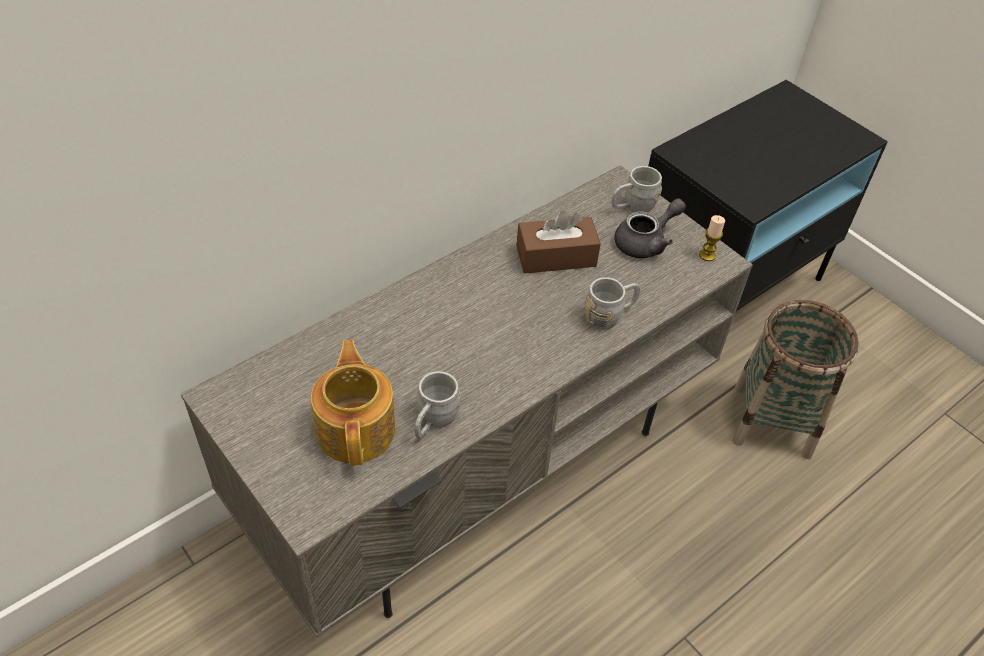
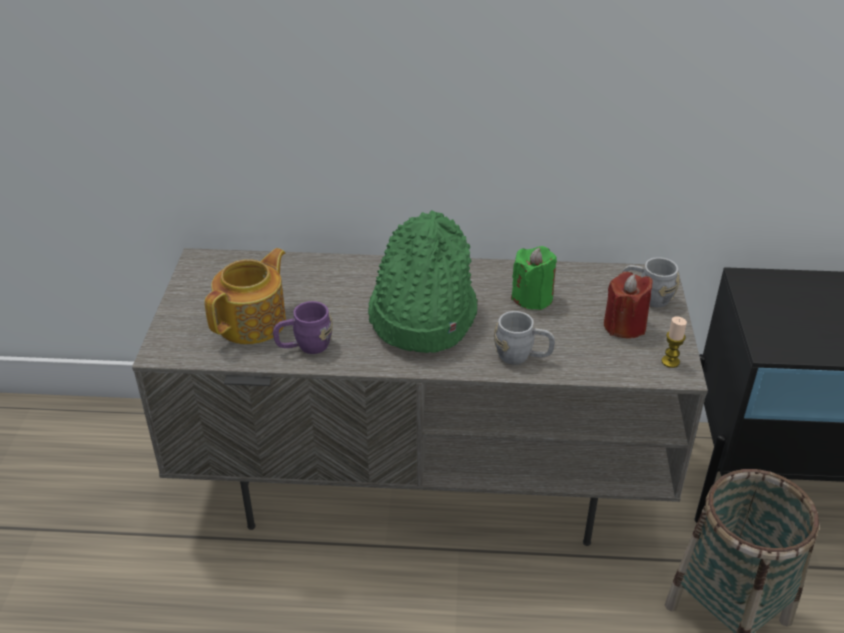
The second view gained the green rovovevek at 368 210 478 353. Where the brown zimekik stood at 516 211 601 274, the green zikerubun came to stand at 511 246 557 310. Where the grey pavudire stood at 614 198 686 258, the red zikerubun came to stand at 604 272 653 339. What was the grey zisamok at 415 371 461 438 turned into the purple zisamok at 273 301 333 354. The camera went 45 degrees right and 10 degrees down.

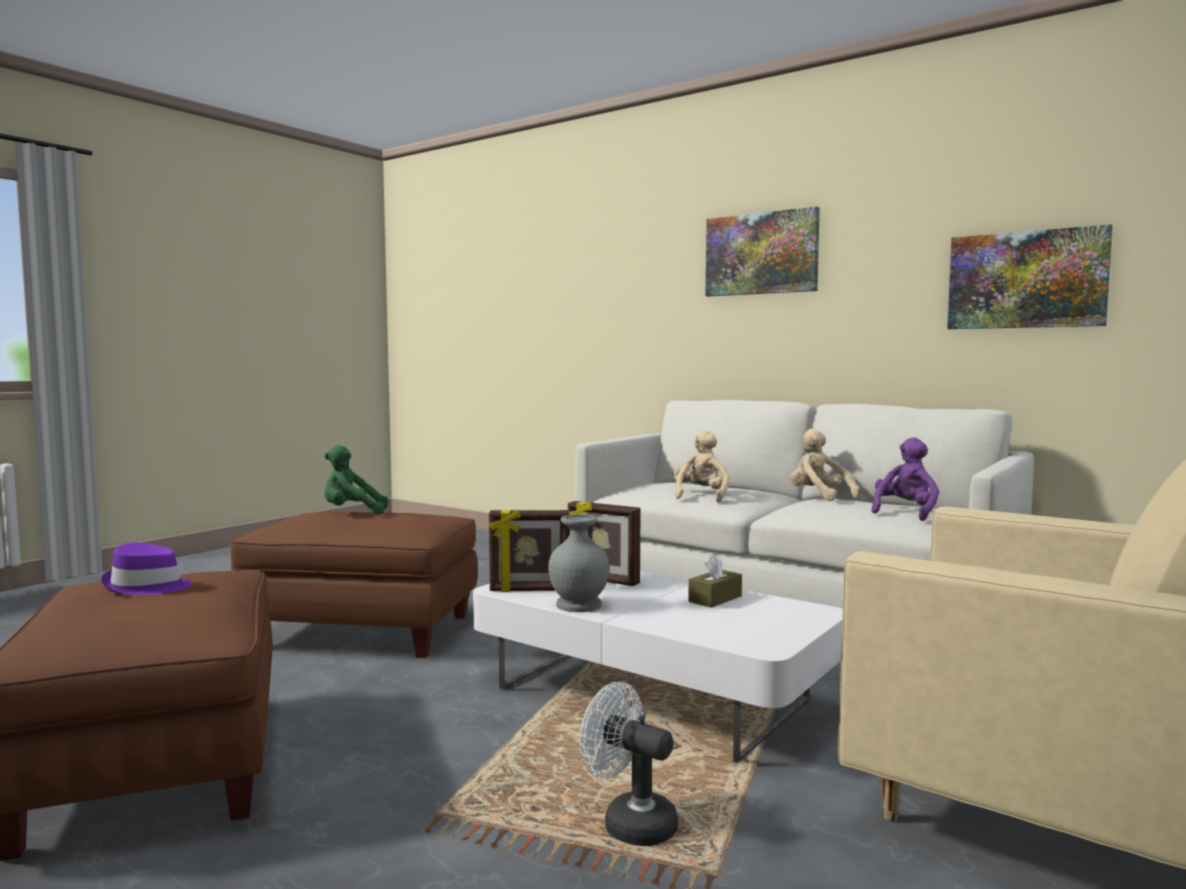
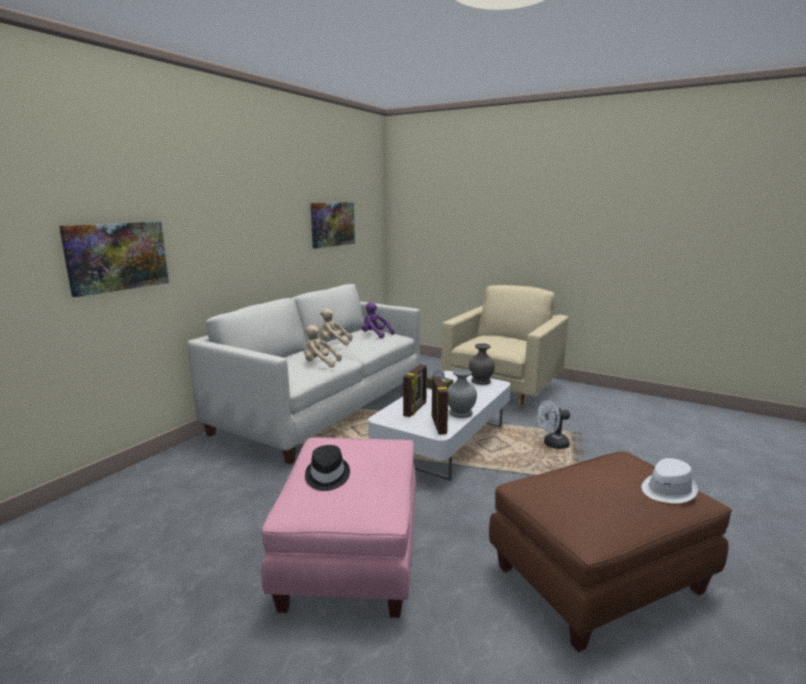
The second view lost the purple rovovevek at 101 542 192 595. The second view gained the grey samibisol at 469 343 495 385. The second view gained the white rovovevek at 642 458 698 503. The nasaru ended up elsewhere, having gone from 706 207 820 296 to 59 222 169 297. Where the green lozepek stood at 324 445 388 514, the black rovovevek came to stand at 305 445 350 491. What was the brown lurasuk at 230 512 478 658 turned into the pink lurasuk at 261 437 416 618. The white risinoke at 580 682 678 846 ended up facing another way, 45 degrees clockwise from before. The beige lozepek at 790 429 861 501 ended up facing another way, 45 degrees clockwise from before. The camera went 95 degrees left and 10 degrees up.

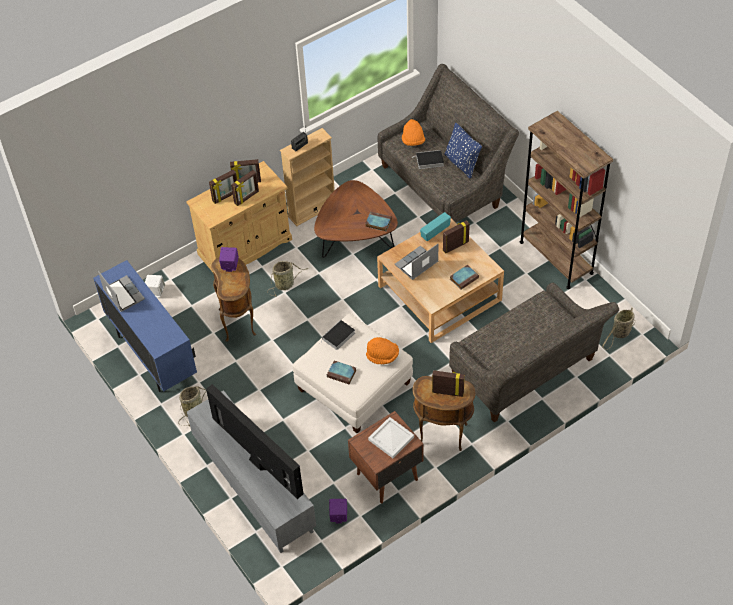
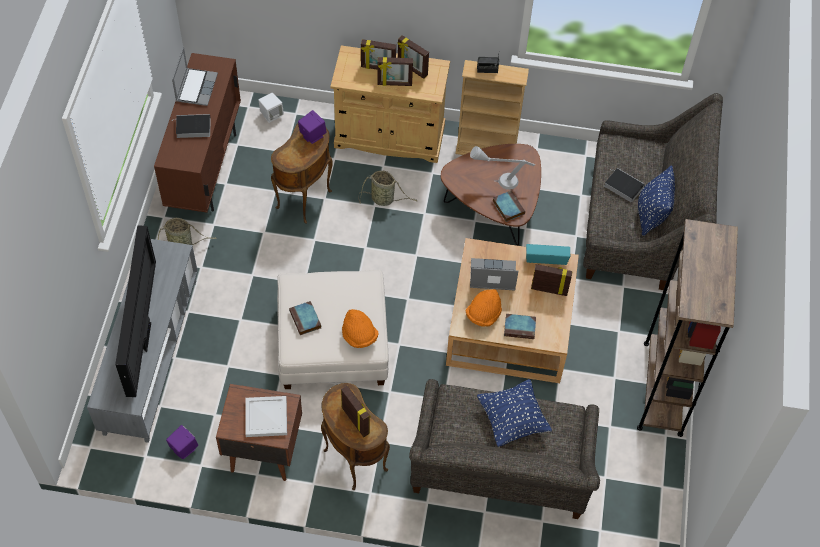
The second view lost the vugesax at 602 308 635 350. The second view gained the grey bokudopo at 470 146 535 190. The second view gained the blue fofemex at 477 379 552 447. The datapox ended up elsewhere, having gone from 320 320 355 350 to 172 114 211 138. The orange rovovevek ended up elsewhere, having gone from 402 119 425 146 to 466 289 502 327. What was the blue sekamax at 93 260 197 392 turned into the brown sekamax at 154 53 241 213. The camera went 40 degrees right and 5 degrees up.

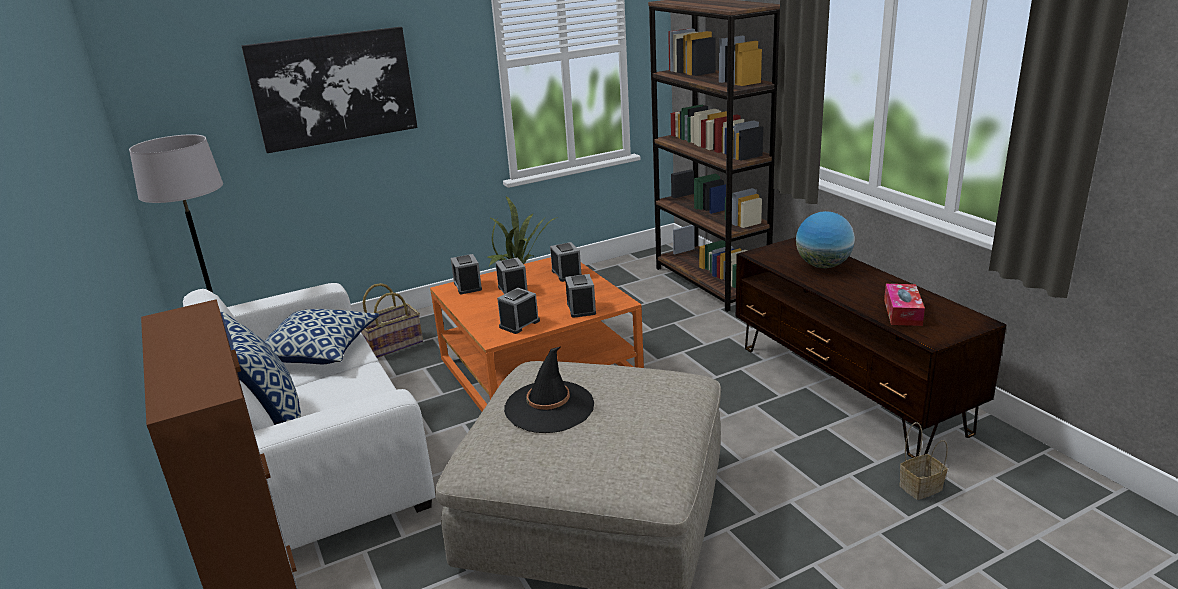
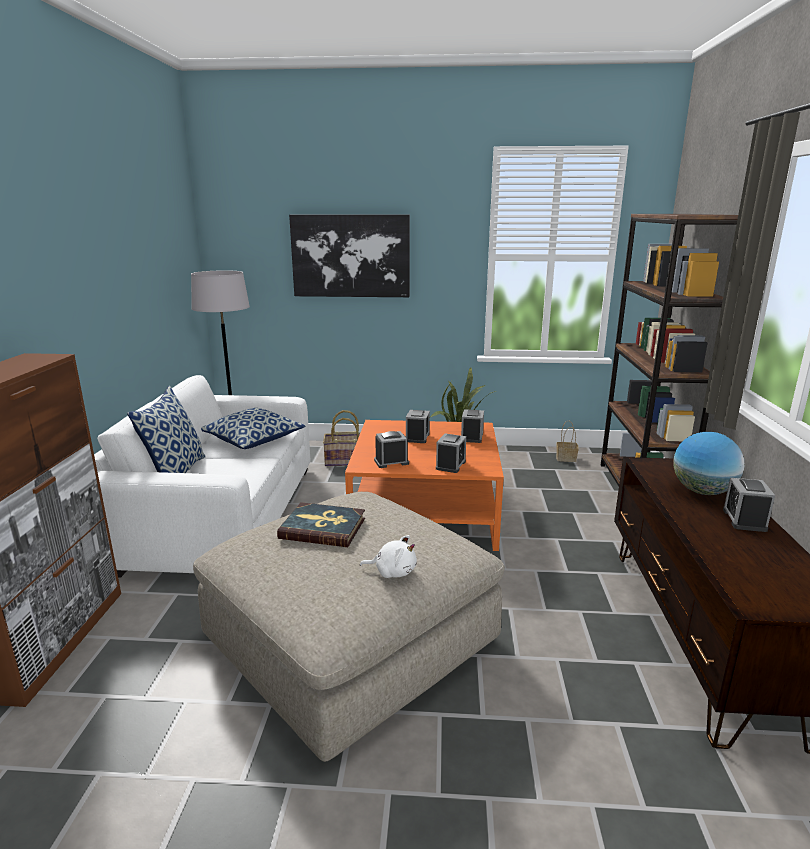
The second view lost the zimekik at 884 284 925 326. The second view gained the white lozepek at 360 535 417 578. The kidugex ended up elsewhere, having gone from 451 254 482 294 to 723 478 775 532. The vugesax ended up elsewhere, having gone from 899 422 948 500 to 556 421 579 462. Where the black rovovevek stood at 504 347 594 433, the datapox came to stand at 277 502 365 547. The camera went 30 degrees right and 5 degrees down.

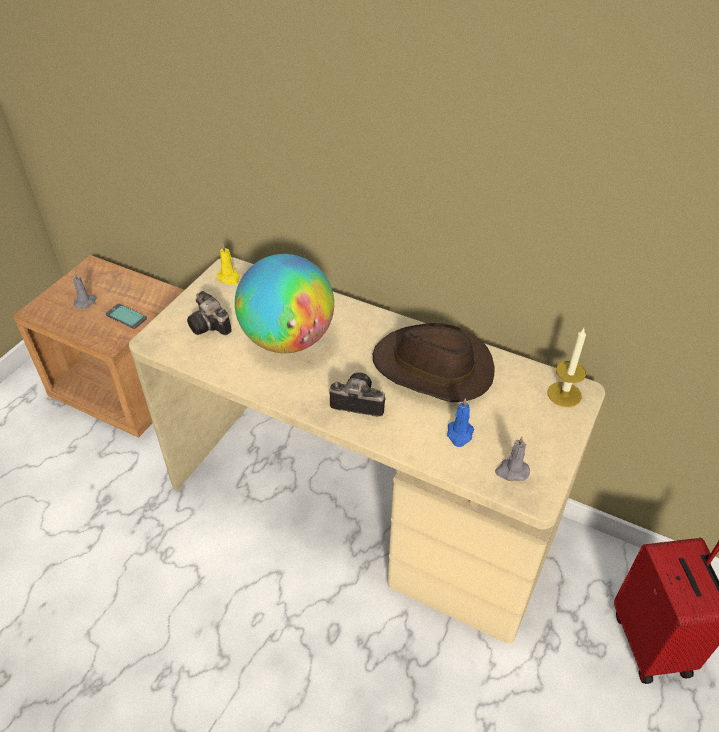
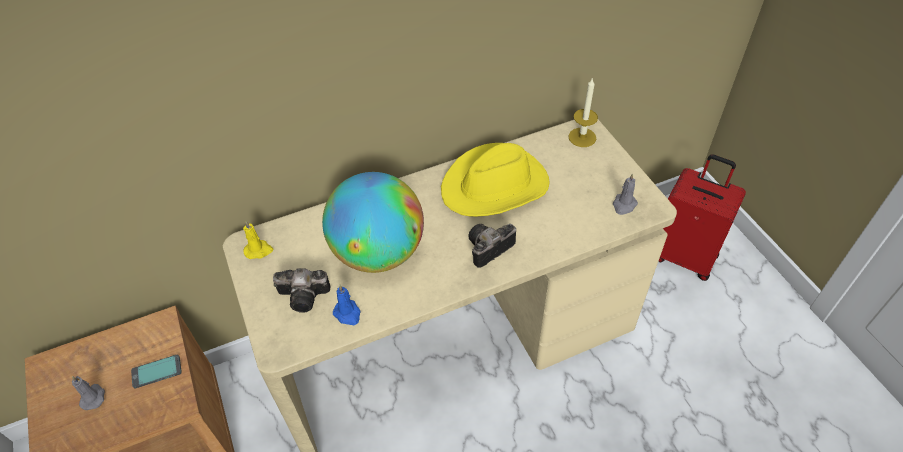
The blue zikerubun ended up elsewhere, having gone from 447 398 474 447 to 333 285 361 325. What was the brown rovovevek at 373 323 494 402 turned into the yellow rovovevek at 441 143 550 217. The camera went 50 degrees left and 5 degrees up.

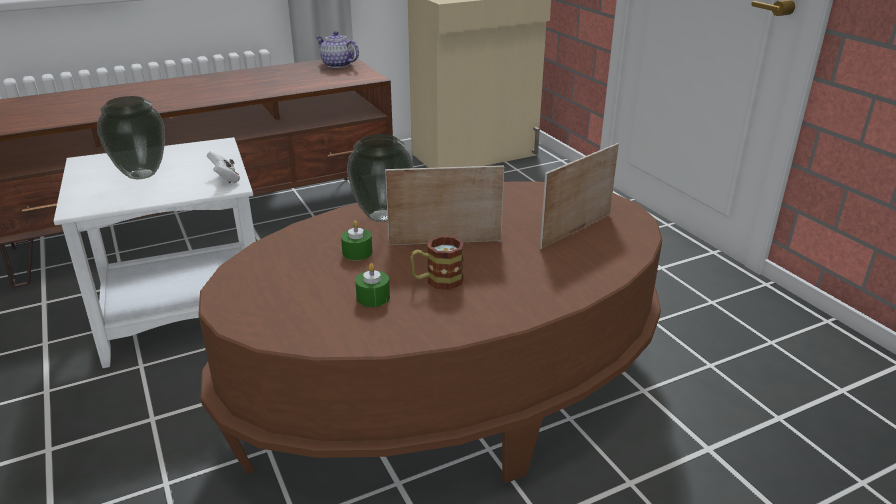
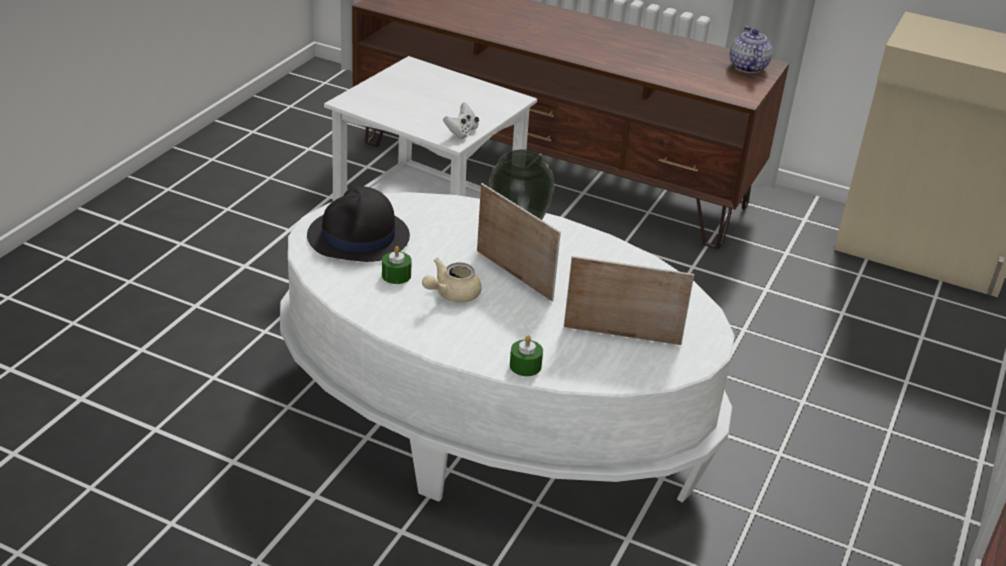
The second view lost the samibisol at 97 96 165 179. The second view gained the black rovovevek at 307 186 410 262. The green zikerubun ended up elsewhere, having gone from 341 221 372 260 to 510 335 543 376. Where the zisamok stood at 410 235 464 290, the beige pavudire came to stand at 422 258 482 303. What was the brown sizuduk at 198 181 662 483 turned into the white sizuduk at 280 192 735 502. The camera went 50 degrees right and 5 degrees up.

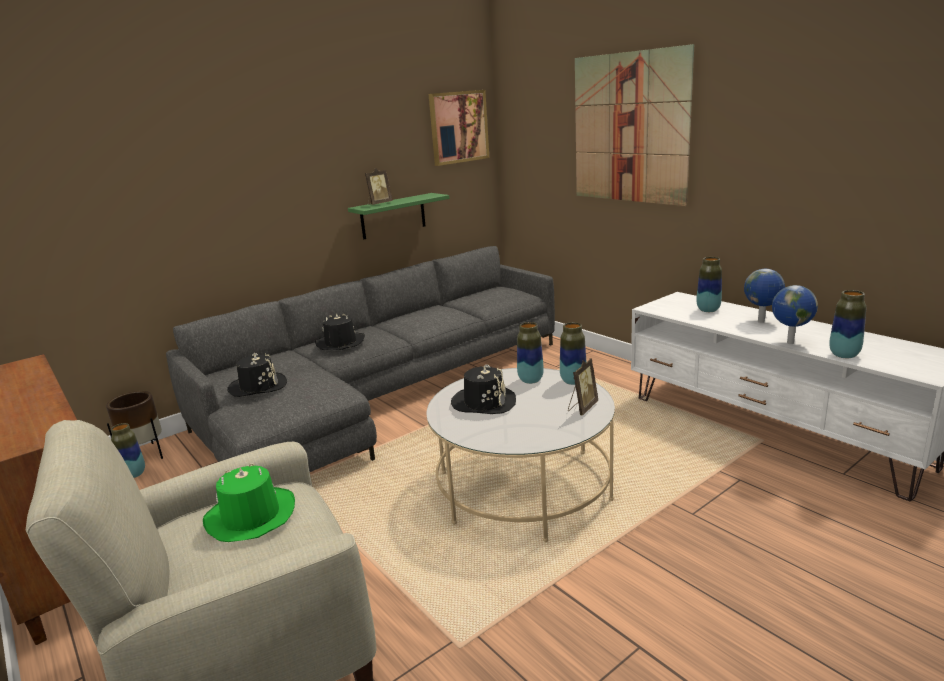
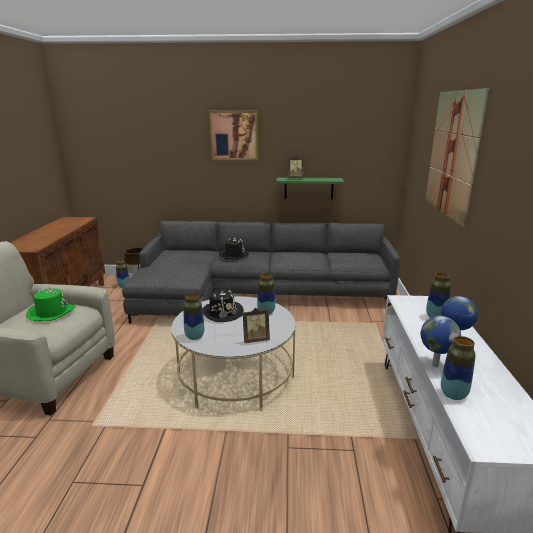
The second view lost the black rovovevek at 227 353 287 397. The nasaru ended up elsewhere, having gone from 429 90 489 166 to 209 111 258 160. The samibisol ended up elsewhere, having gone from 560 322 586 385 to 183 293 204 340. The camera went 40 degrees right and 0 degrees up.

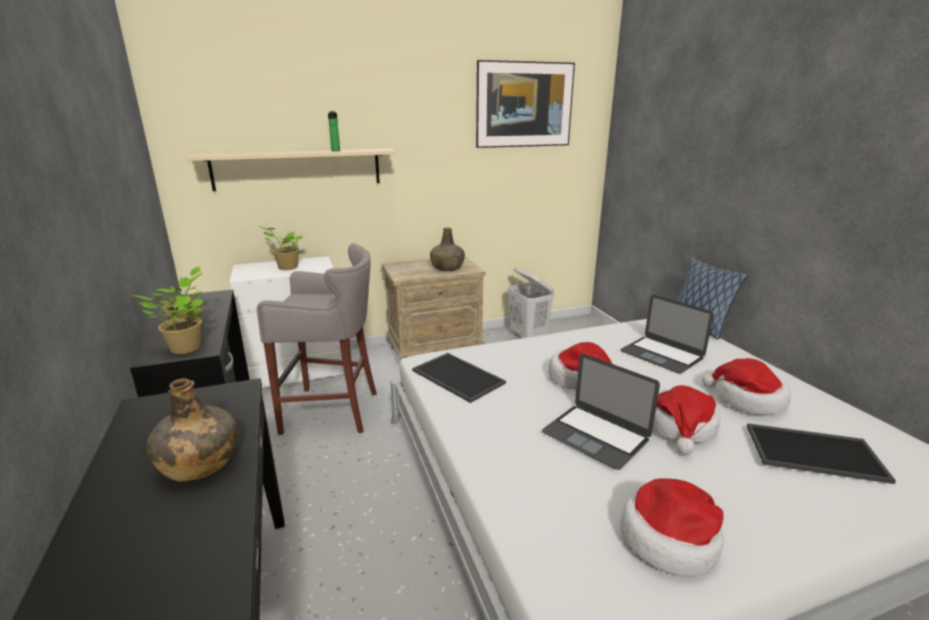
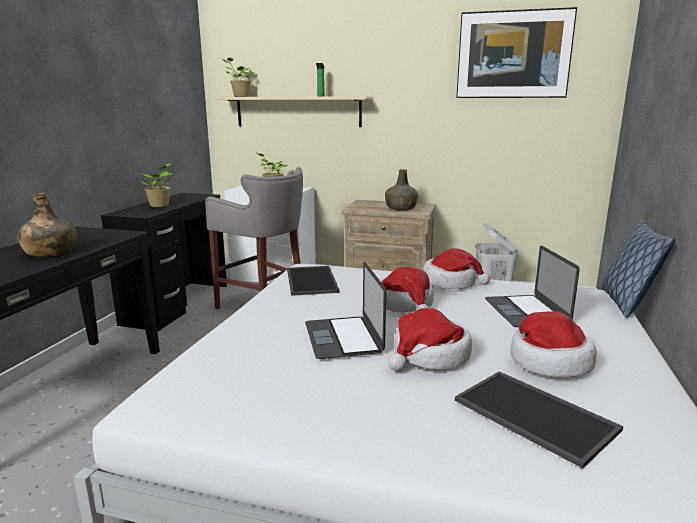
The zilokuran ended up elsewhere, having gone from 132 295 203 354 to 222 58 255 97. The rovovevek ended up elsewhere, having gone from 620 478 724 577 to 423 248 490 289. The camera went 35 degrees right and 5 degrees down.

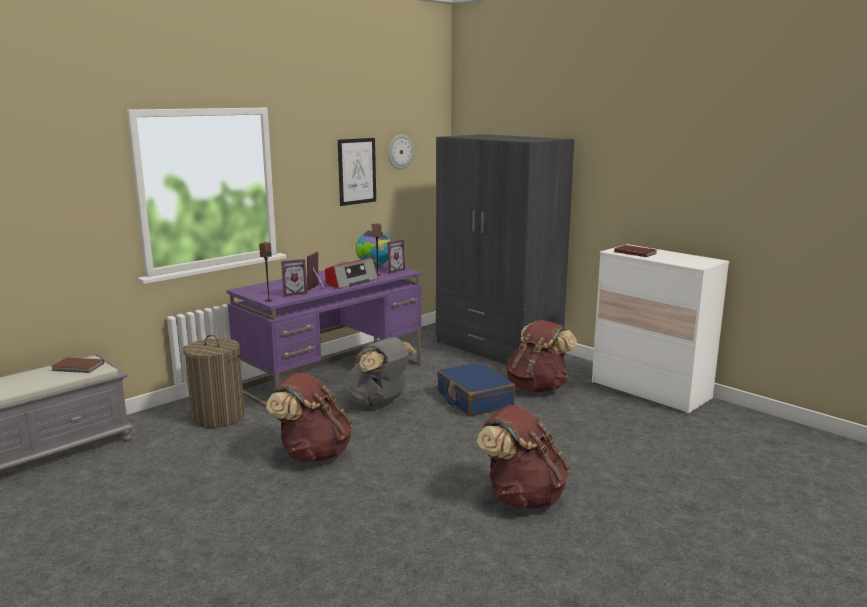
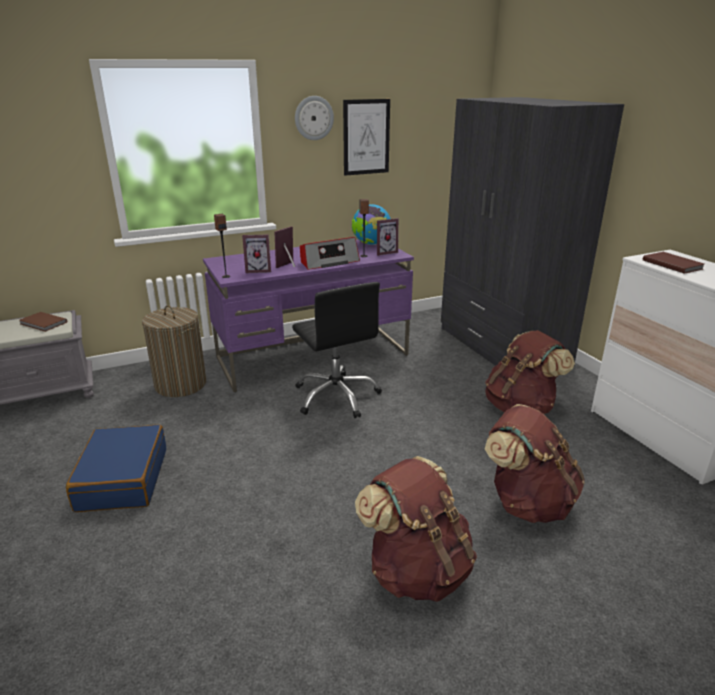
The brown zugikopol ended up elsewhere, having gone from 266 373 353 462 to 485 404 585 523. The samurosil ended up elsewhere, having gone from 388 134 414 169 to 295 96 334 140. The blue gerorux ended up elsewhere, having gone from 437 362 515 417 to 66 425 166 512. Where the grey zugikopol stood at 345 338 416 408, the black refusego came to stand at 292 282 382 418. The camera went 20 degrees right and 10 degrees up.

